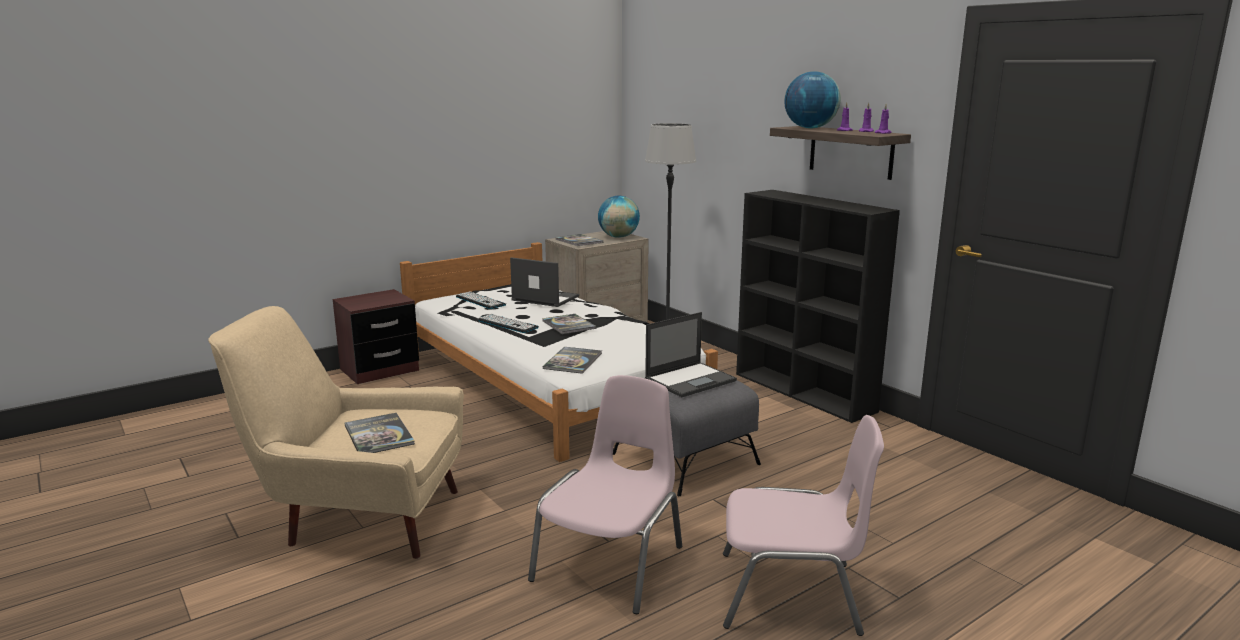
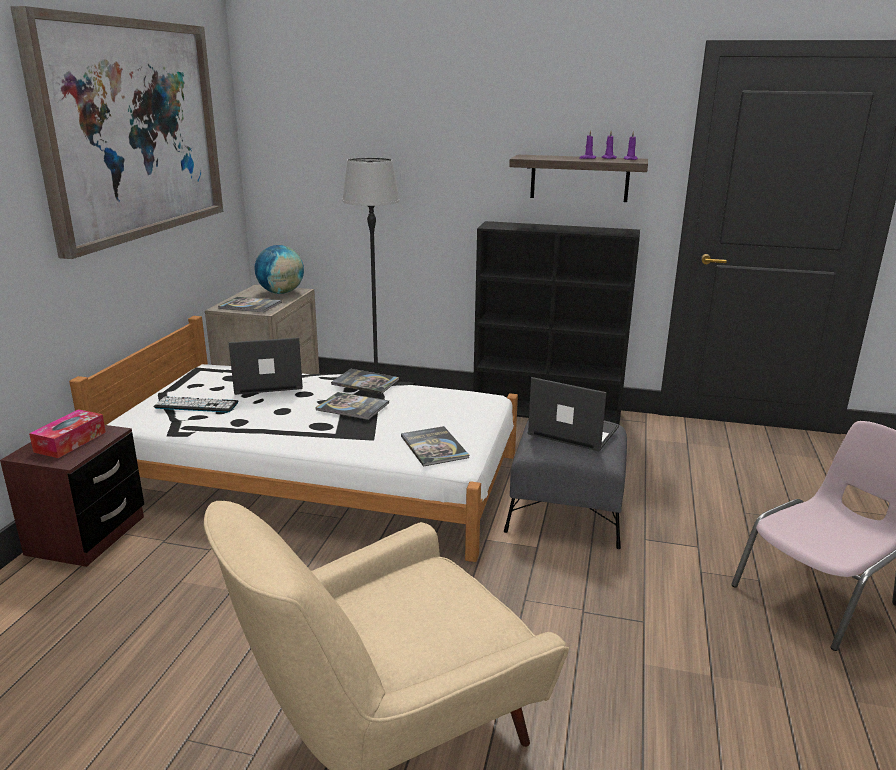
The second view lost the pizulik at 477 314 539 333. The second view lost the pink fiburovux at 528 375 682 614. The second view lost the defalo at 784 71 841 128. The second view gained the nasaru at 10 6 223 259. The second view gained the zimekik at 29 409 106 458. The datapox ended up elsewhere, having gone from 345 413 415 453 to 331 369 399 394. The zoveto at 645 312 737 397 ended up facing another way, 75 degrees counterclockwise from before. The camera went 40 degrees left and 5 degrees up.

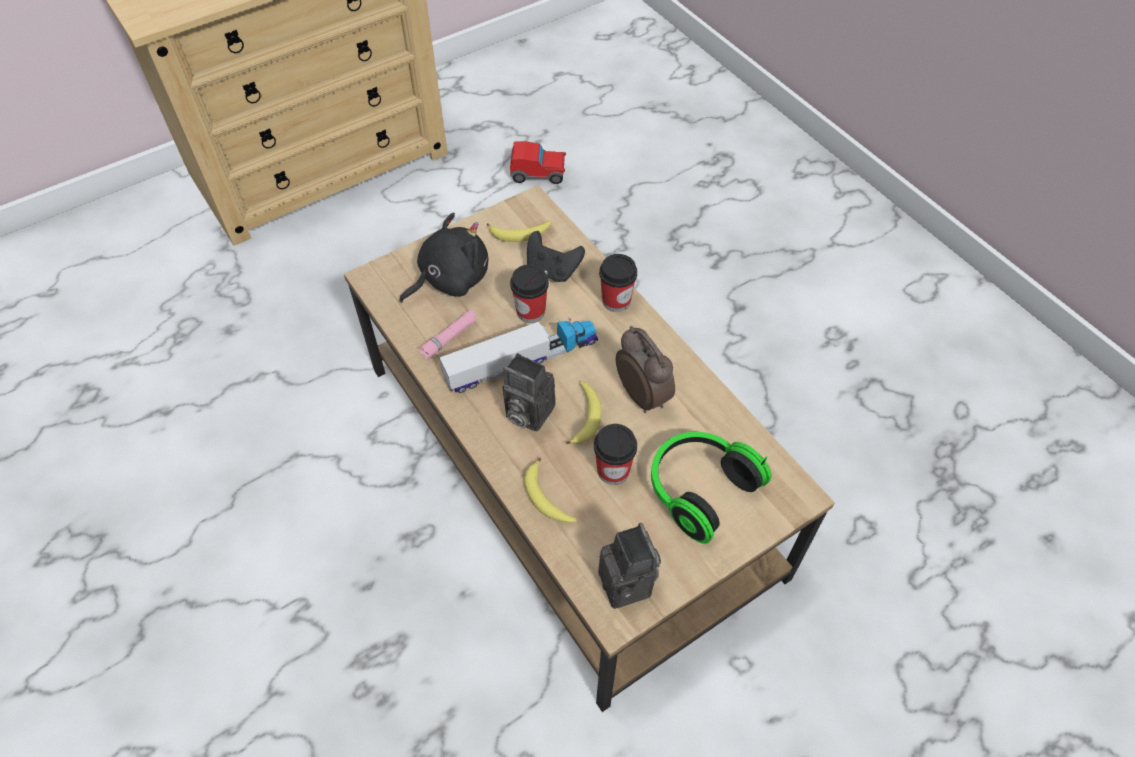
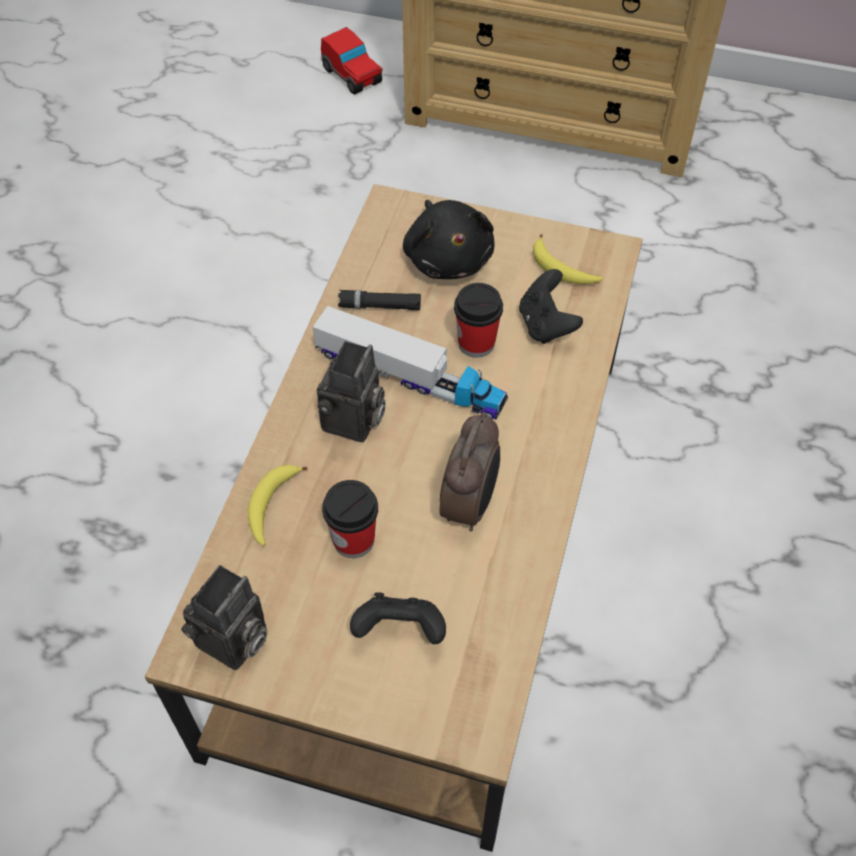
The second view lost the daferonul at 566 381 602 444. The second view lost the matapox at 599 254 637 312. The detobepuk ended up elsewhere, having gone from 510 141 566 184 to 321 27 383 94. Where the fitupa stood at 651 432 771 544, the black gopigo came to stand at 350 592 446 644. What was the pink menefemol at 419 310 478 359 turned into the black menefemol at 338 290 421 310. The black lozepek at 400 213 488 303 ended up facing another way, 60 degrees clockwise from before. The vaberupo at 503 353 555 432 ended up facing another way, 150 degrees counterclockwise from before. The camera went 50 degrees right and 0 degrees up.

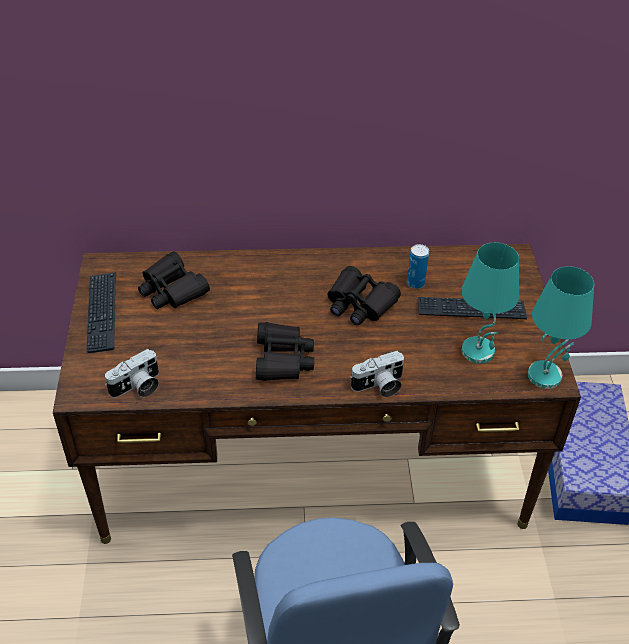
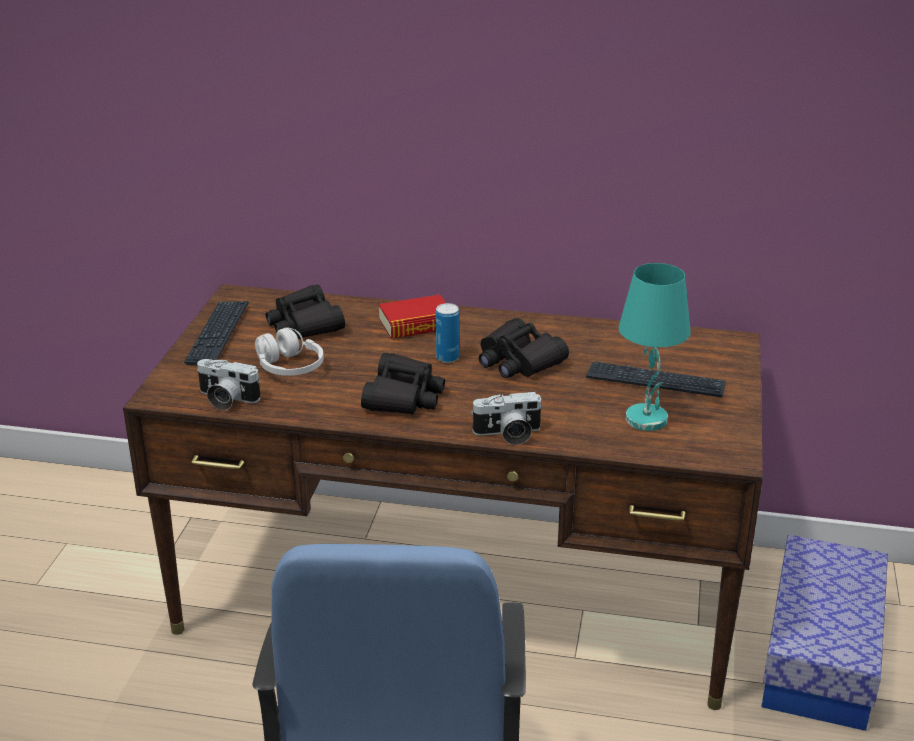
The second view lost the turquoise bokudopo at 528 266 594 389. The second view gained the white fitupa at 255 328 324 376. The second view gained the datapox at 379 295 446 339. The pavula ended up elsewhere, having gone from 407 244 429 289 to 436 303 459 363. The vaberupo at 105 349 159 398 ended up facing another way, 45 degrees clockwise from before. The camera went 15 degrees right and 15 degrees down.

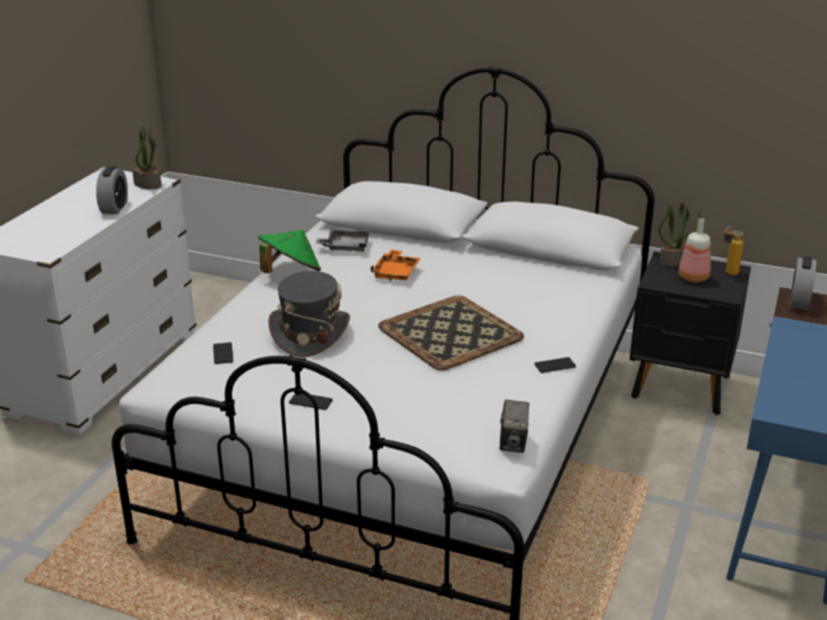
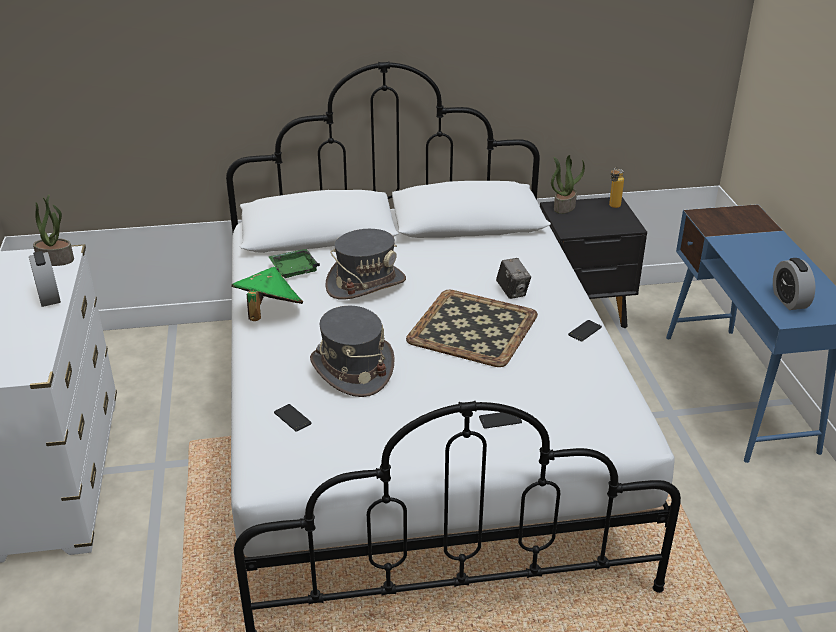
The second view lost the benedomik at 678 218 711 282. The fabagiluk ended up elsewhere, having gone from 289 394 333 410 to 479 412 522 429. The vaberupo ended up elsewhere, having gone from 500 400 529 453 to 496 258 531 299. The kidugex ended up elsewhere, having gone from 789 256 817 310 to 773 258 815 310. Where the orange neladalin stood at 371 249 421 281, the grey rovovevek came to stand at 325 229 406 300. What was the grey neladalin at 316 229 370 252 turned into the green neladalin at 269 249 320 278. The camera went 30 degrees left and 5 degrees up.

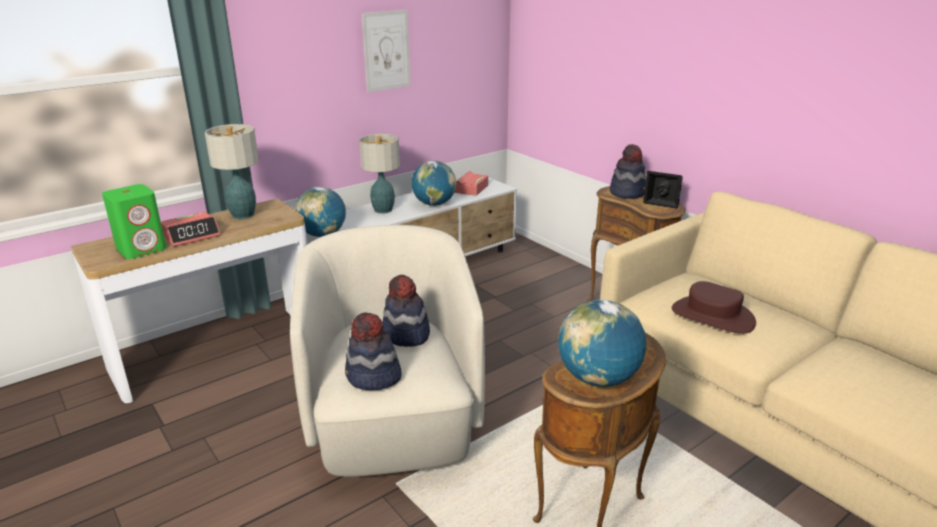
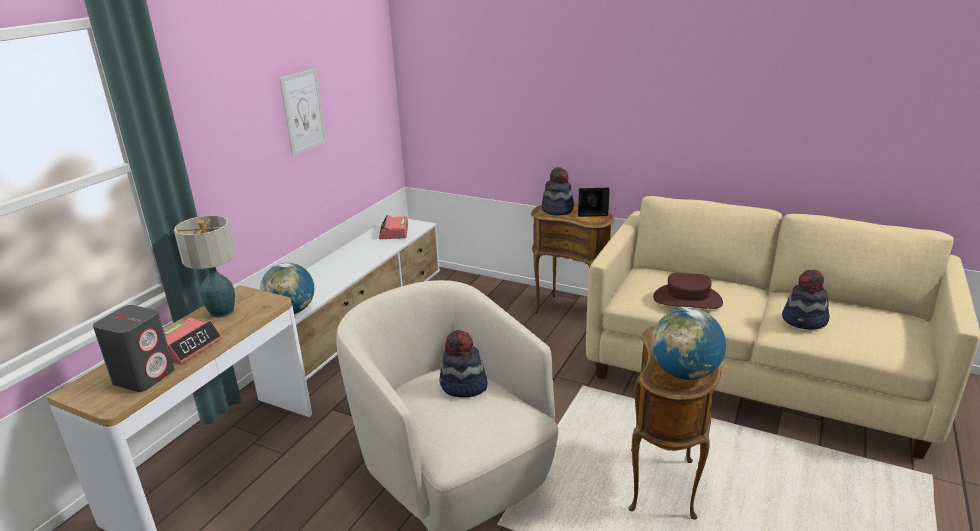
The second view lost the bokudopo at 359 134 400 214. The second view lost the defalo at 411 161 456 206. The rovovevek ended up elsewhere, having gone from 345 312 401 390 to 782 270 830 330. What was the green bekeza at 102 184 166 259 turned into the grey bekeza at 93 305 174 392. The camera went 25 degrees left and 0 degrees up.

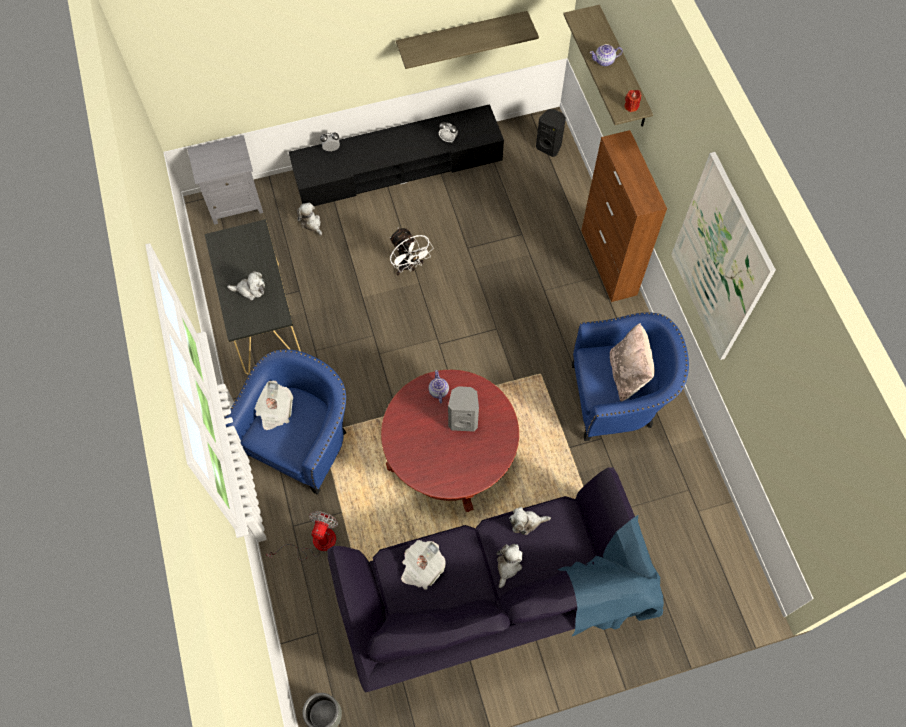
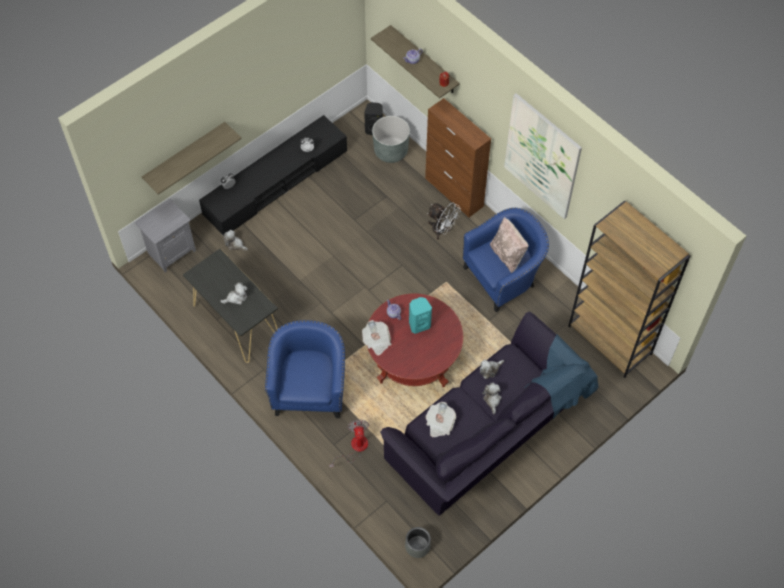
The second view gained the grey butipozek at 372 116 410 163. The second view gained the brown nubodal at 568 200 691 378. The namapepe ended up elsewhere, having gone from 255 381 293 430 to 362 320 391 355. The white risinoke ended up elsewhere, having gone from 390 228 433 276 to 427 202 461 239. The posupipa ended up elsewhere, having gone from 396 11 539 69 to 142 122 242 195. What was the grey bekeza at 448 386 479 432 turned into the turquoise bekeza at 409 297 432 334. The camera went 25 degrees left and 5 degrees down.

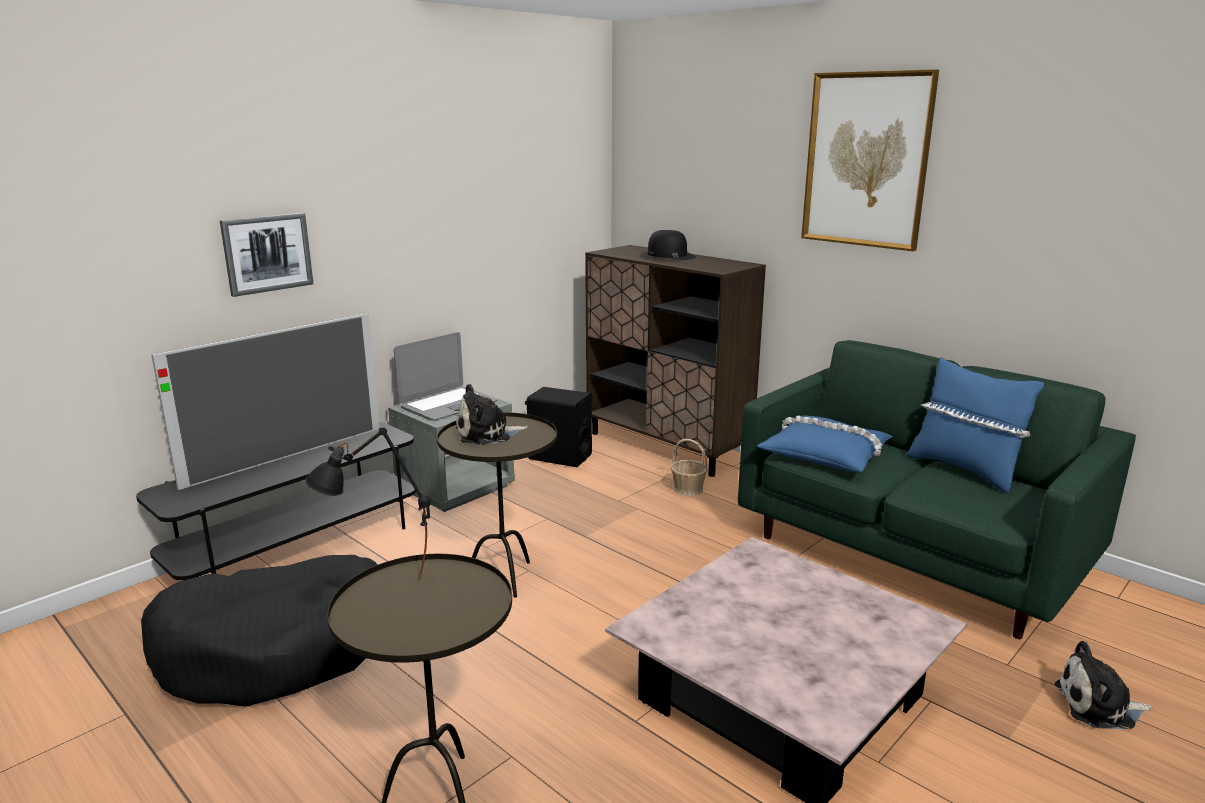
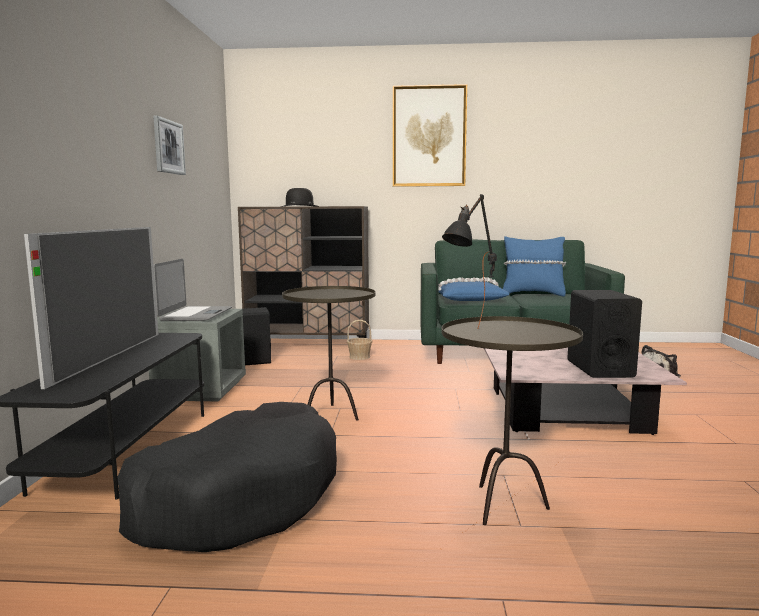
The second view lost the lozepek at 456 384 528 445. The second view gained the black bekeza at 567 290 642 378. The nasaru ended up elsewhere, having gone from 220 213 313 297 to 153 116 186 175. The camera went 40 degrees left and 10 degrees down.

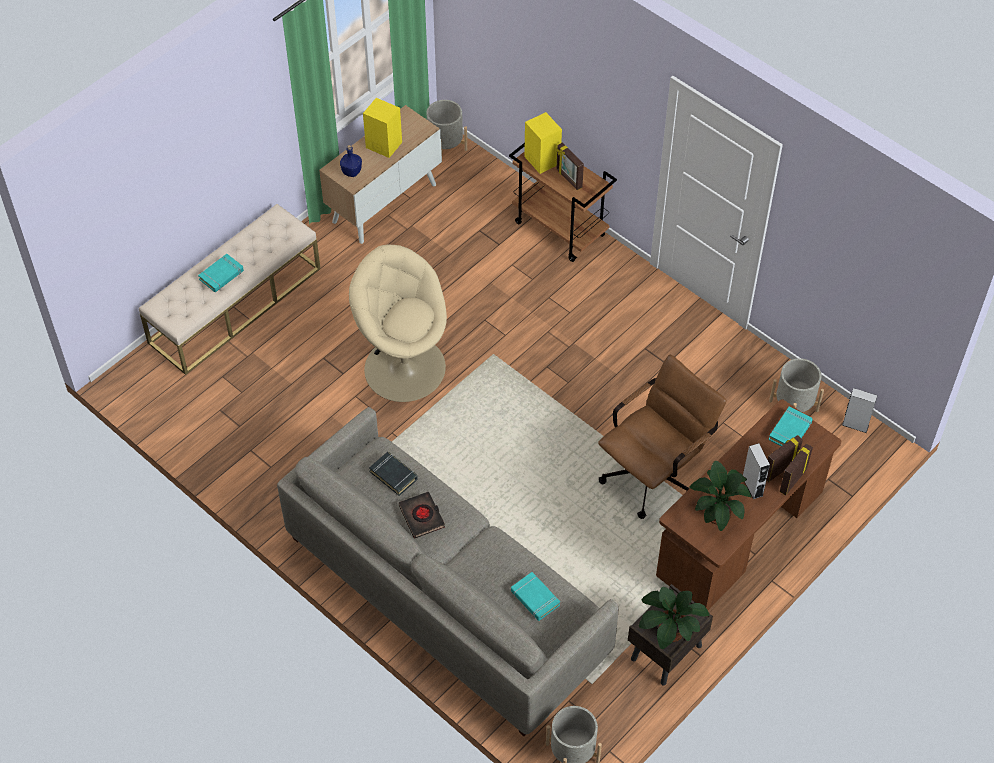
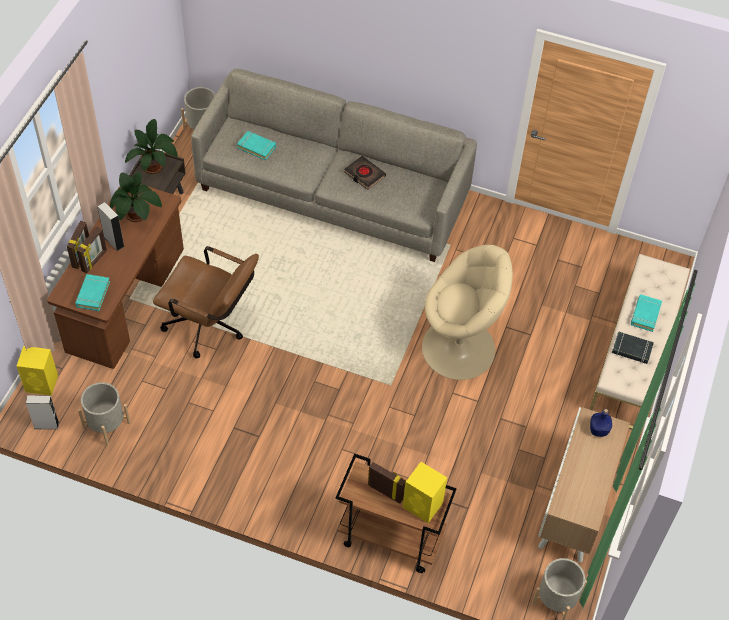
The yellow bekeza ended up elsewhere, having gone from 363 98 402 158 to 17 346 58 396. The black datapox ended up elsewhere, having gone from 369 452 418 496 to 612 331 654 364. The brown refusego at 598 355 726 519 ended up facing another way, 90 degrees counterclockwise from before. The camera went 155 degrees right and 0 degrees up.

